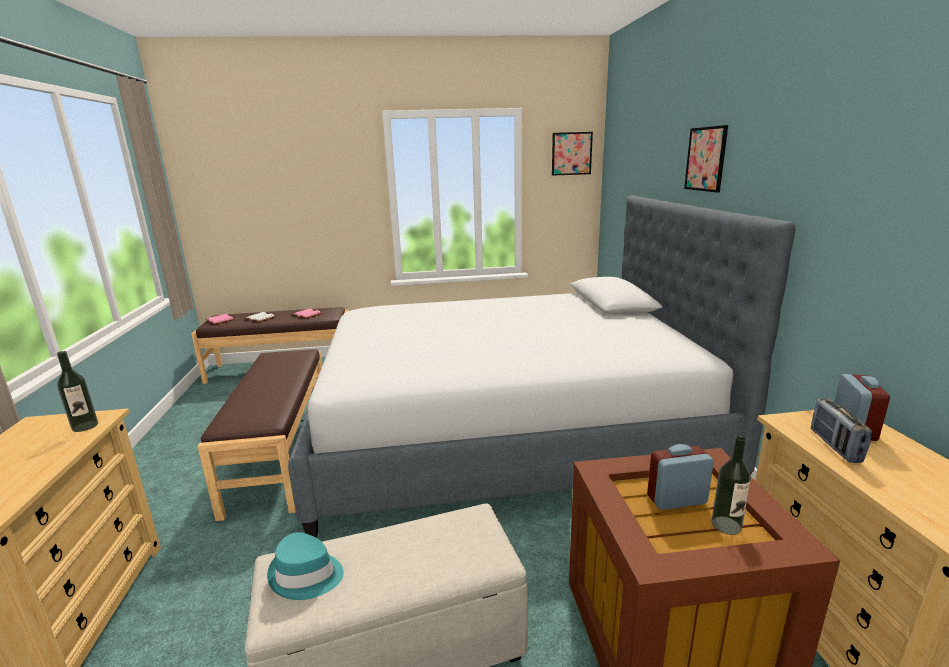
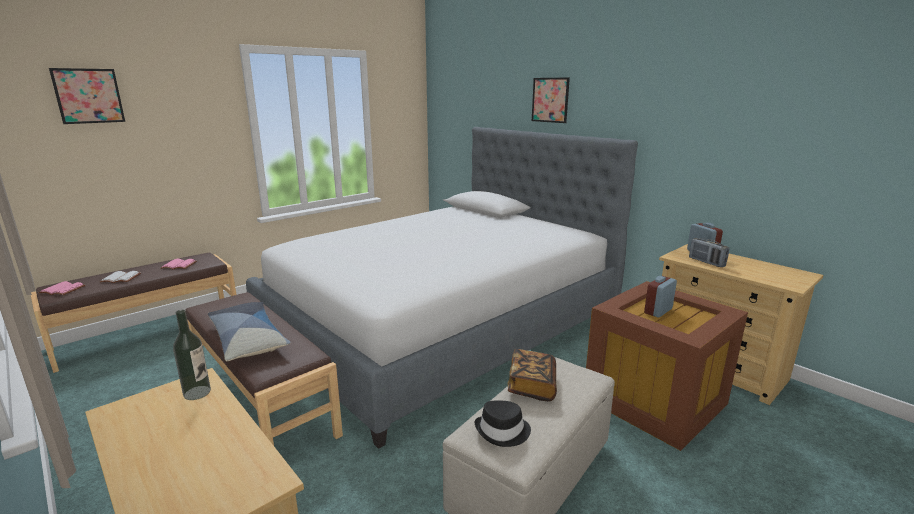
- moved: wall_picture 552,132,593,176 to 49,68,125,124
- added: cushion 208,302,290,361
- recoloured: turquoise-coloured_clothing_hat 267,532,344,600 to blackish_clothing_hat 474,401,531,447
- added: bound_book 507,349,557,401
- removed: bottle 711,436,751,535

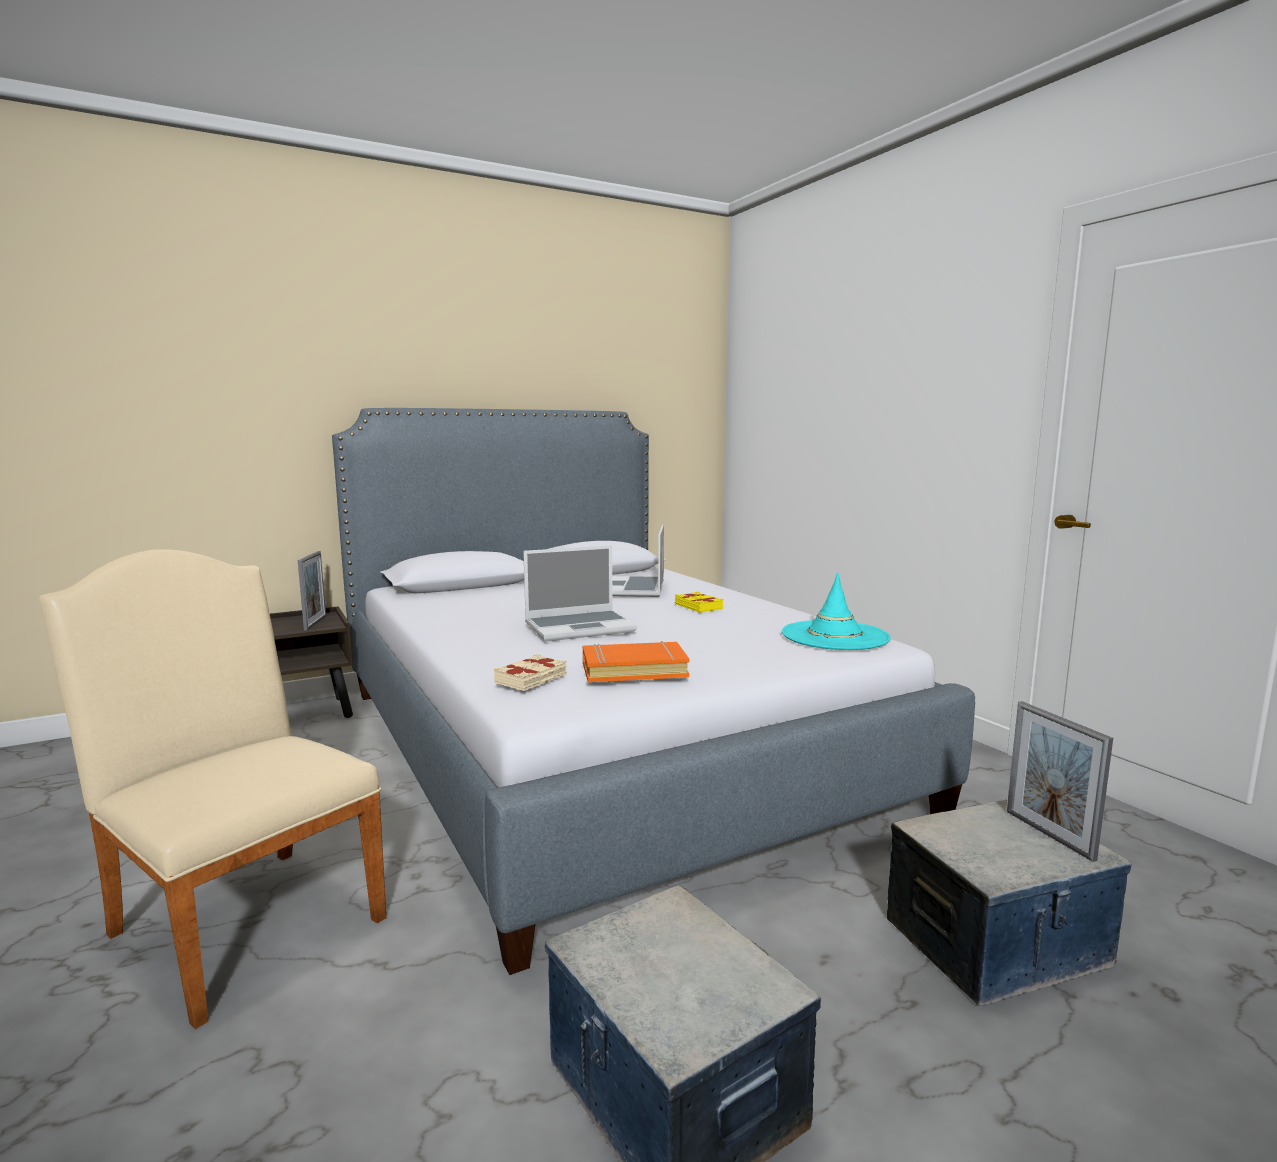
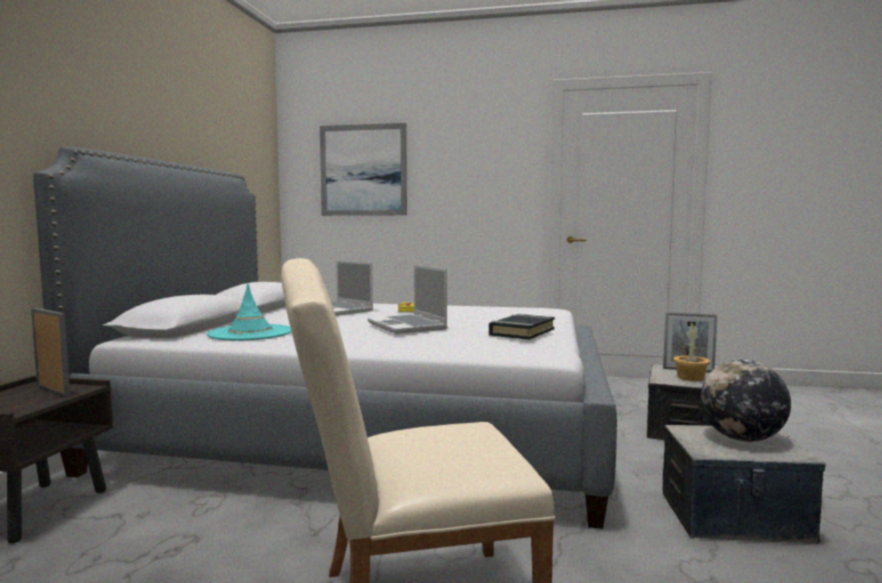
- moved: turquoise-coloured_clothing_hat 782,573,891,650 to 207,283,291,341
- added: wall_picture 320,123,407,216
- turned: laptop 523,545,637,641 = 368,265,448,334 135 degrees clockwise
- recoloured: orange-coloured_bound_book 583,641,690,682 to blackish_bound_book 489,314,555,340
- added: plant_in_a_pot 673,322,710,381
- added: desk_globe 701,360,791,442
- removed: beige-coloured_bound_book 494,654,567,691

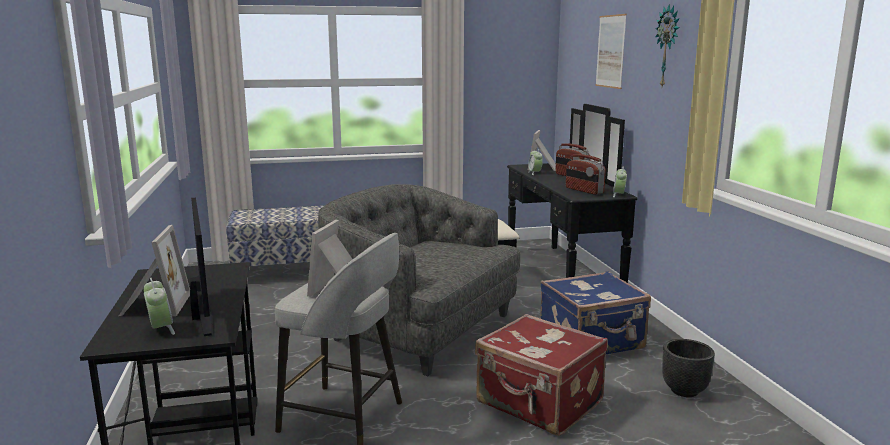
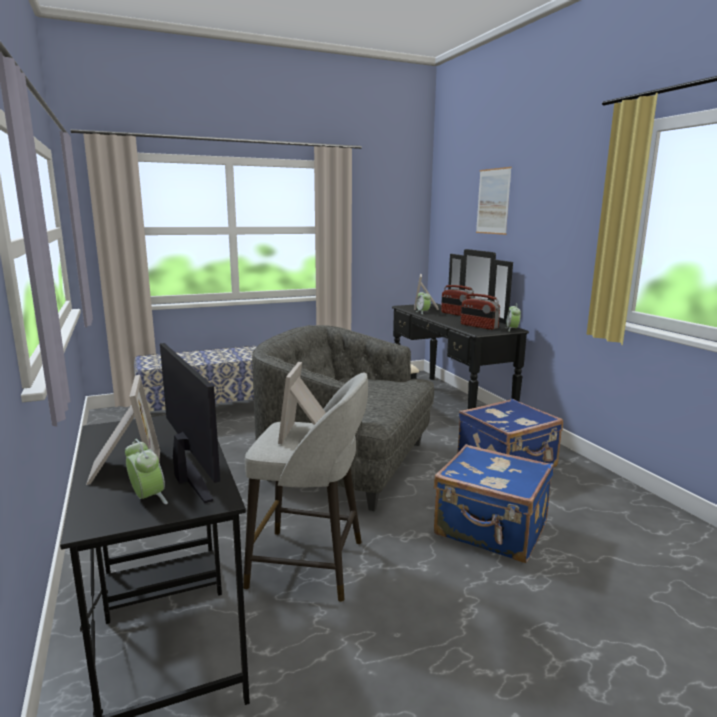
- recoloured: reddish_suitcase 475,314,608,436 to bluish_suitcase 434,444,554,563
- removed: hanging_clock 655,5,680,87
- removed: blackish_planter 662,339,715,397

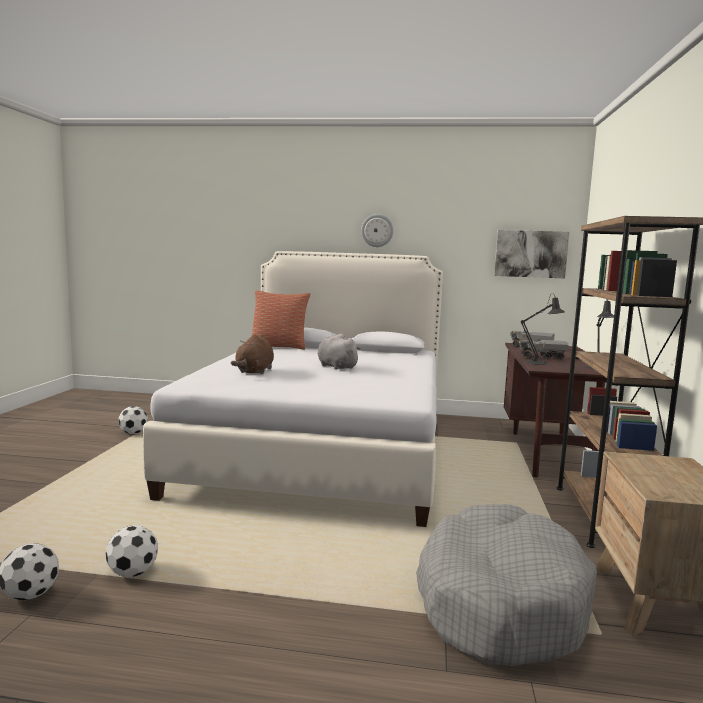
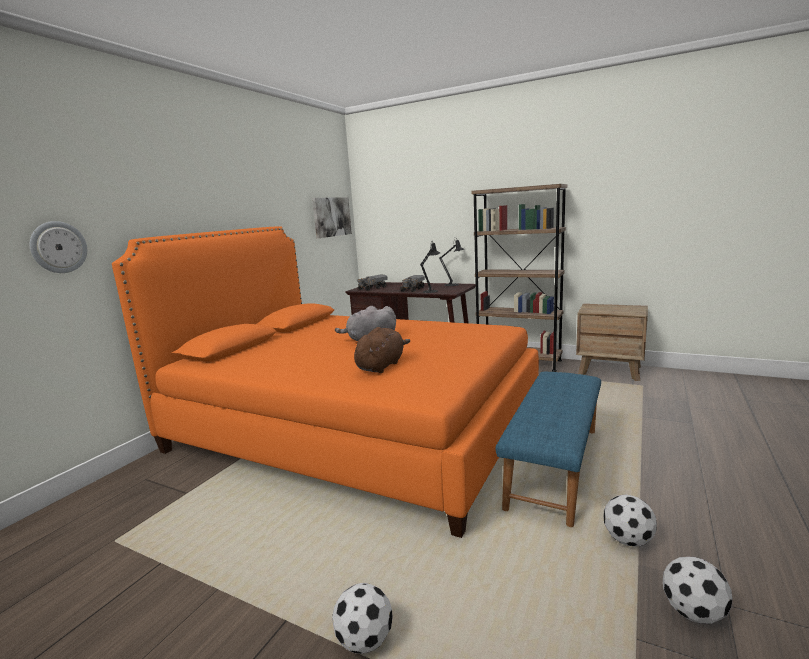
- moved: hanging_clock 361,214,394,247 to 30,221,87,273
- recoloured: whitish_bed 143,251,443,527 to orange-coloured_bed 112,226,539,538
- moved: football 118,406,148,434 to 332,583,393,654
- turned: brownish_plush_toy 231,334,274,374 = 354,327,410,373 90 degrees counterclockwise
- added: bluish_long_seat 496,372,601,527
- removed: cushion 252,291,310,350
- removed: gray_dog_cushion 416,504,597,666

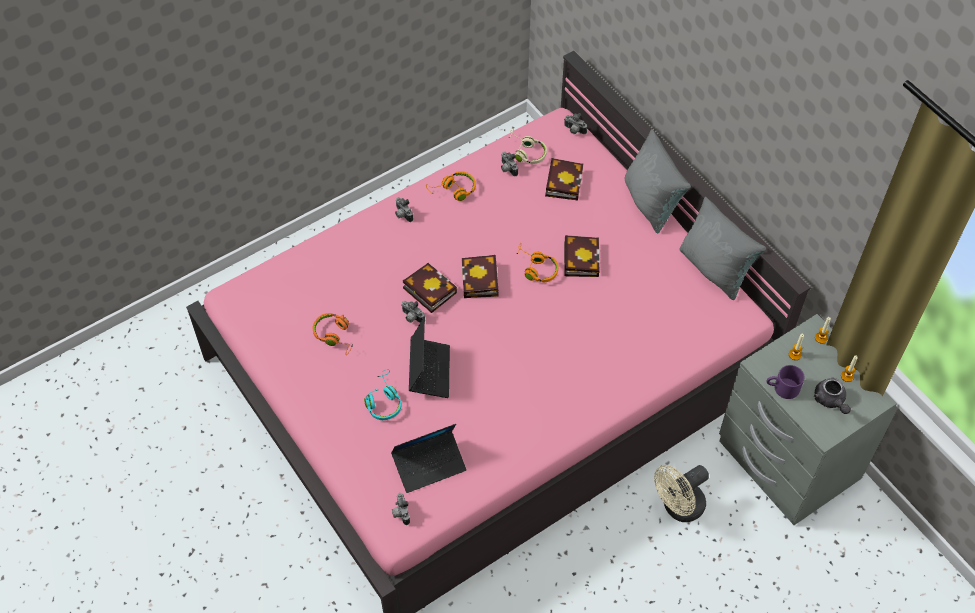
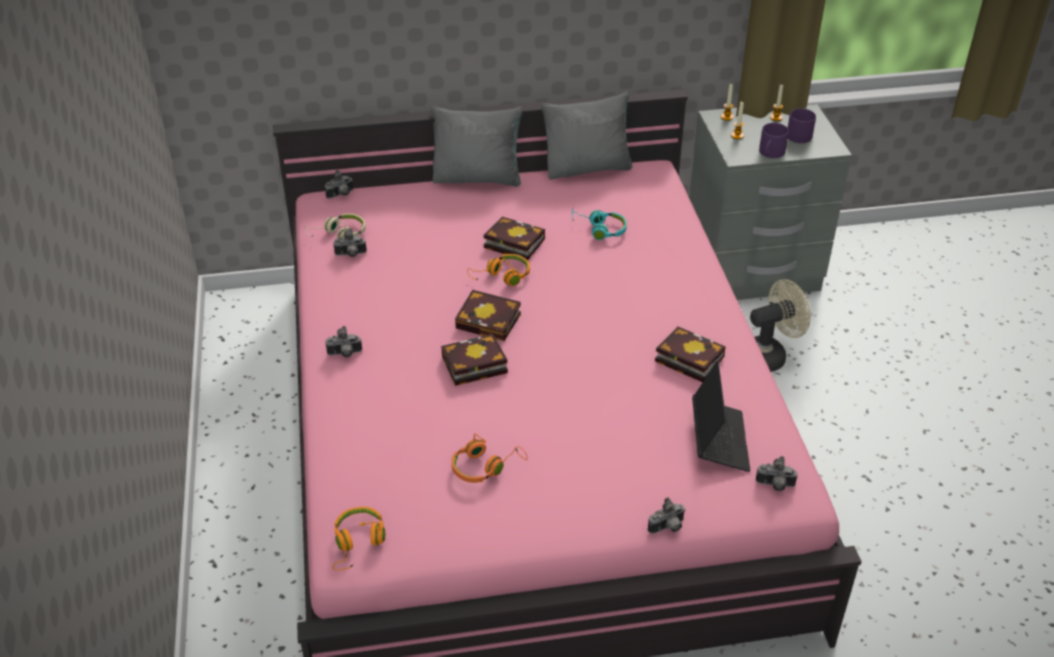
- moved: orange-coloured_headset 426,171,476,201 to 333,507,385,571
- moved: turquoise-coloured_headset 364,369,402,420 to 572,208,627,240
- moved: still_camera 401,301,425,323 to 648,497,686,534
- moved: bound_book 545,158,584,201 to 655,326,726,382
- turned: beige-coloured_fan 654,465,709,522 = 750,279,811,372 105 degrees counterclockwise
- replaced: gray_teapot 814,378,851,414 to purple_tea_mug 788,108,816,143
- removed: laptop 409,317,450,398

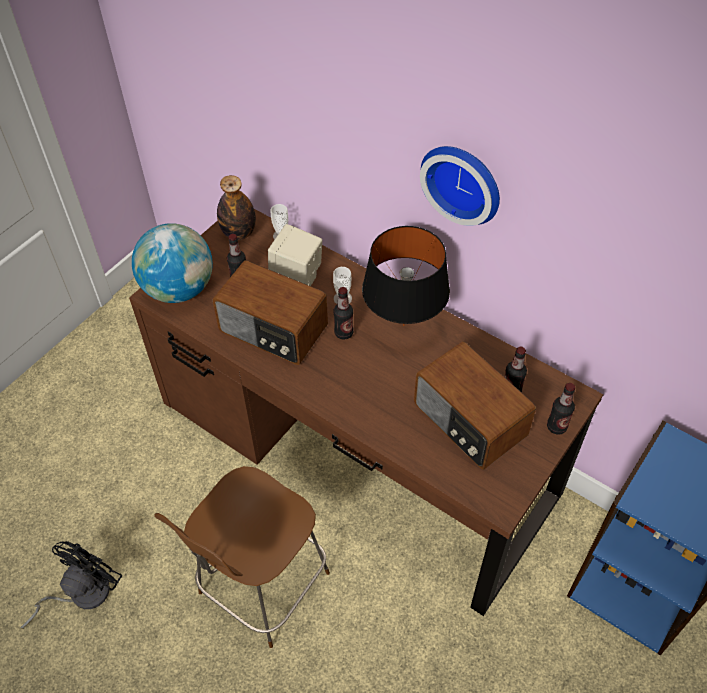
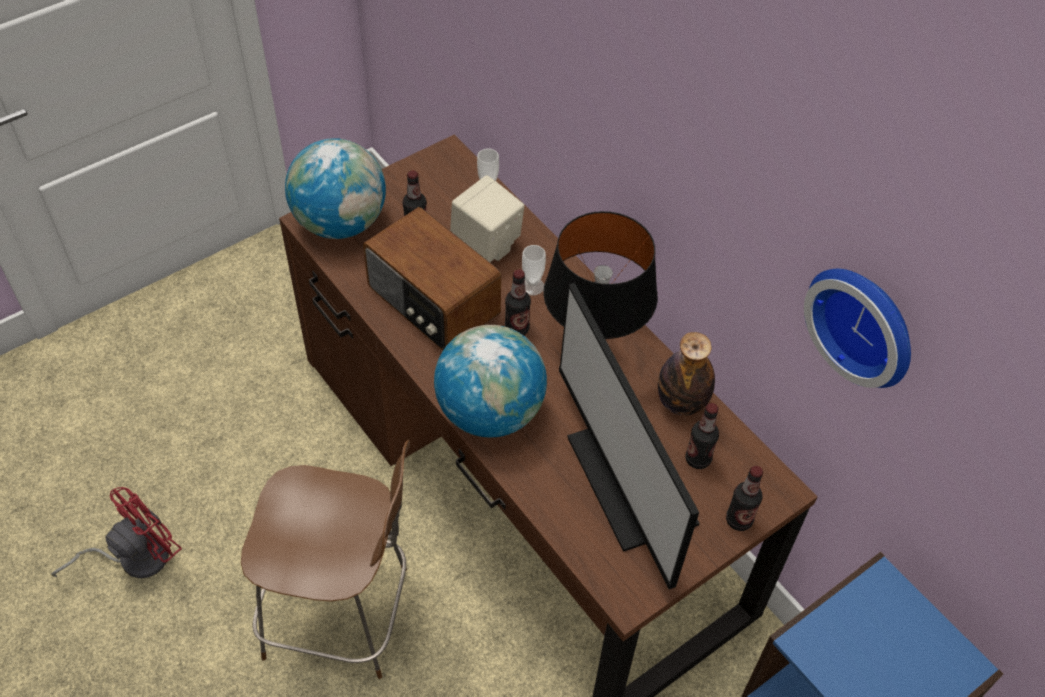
- recoloured: blackish_fan 21,541,122,629 to reddish_fan 51,487,182,578
- turned: brownish_upright_chair 154,466,330,648 = 241,440,410,679 135 degrees counterclockwise
- added: desk_globe 434,325,547,437
- replaced: radio_receiver 414,341,536,470 to computer_display 559,283,700,589
- moved: bottle 217,175,256,240 to 658,332,715,416
- moved: hanging_clock 420,146,500,226 to 804,269,911,388

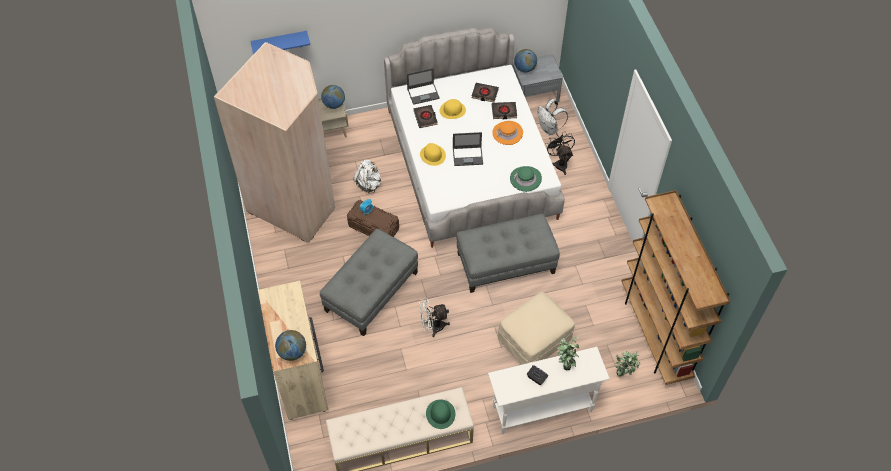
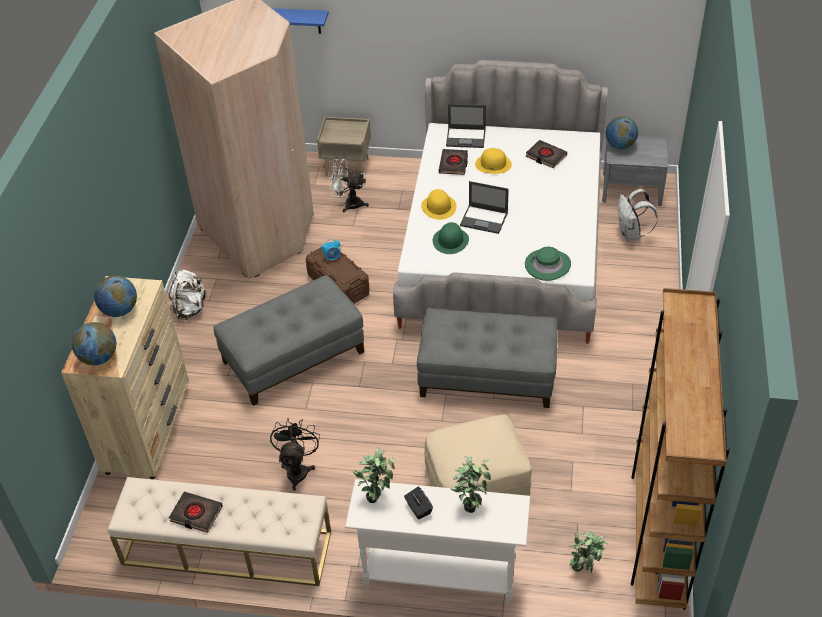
- moved: desk_globe 321,85,345,109 to 94,275,137,317
- moved: whitish_backpack 353,160,381,194 to 168,270,208,320
- moved: blackish_bound_book 492,102,517,119 to 169,492,223,533
- moved: blackish_fan 547,131,575,175 to 270,418,320,491
- moved: whitish_fan 419,298,450,337 to 329,159,369,213
- added: plant_in_a_pot 353,447,396,503
- moved: green_clothing_hat 426,399,455,429 to 433,222,469,254
- removed: orange-coloured_clothing_hat 492,121,523,145

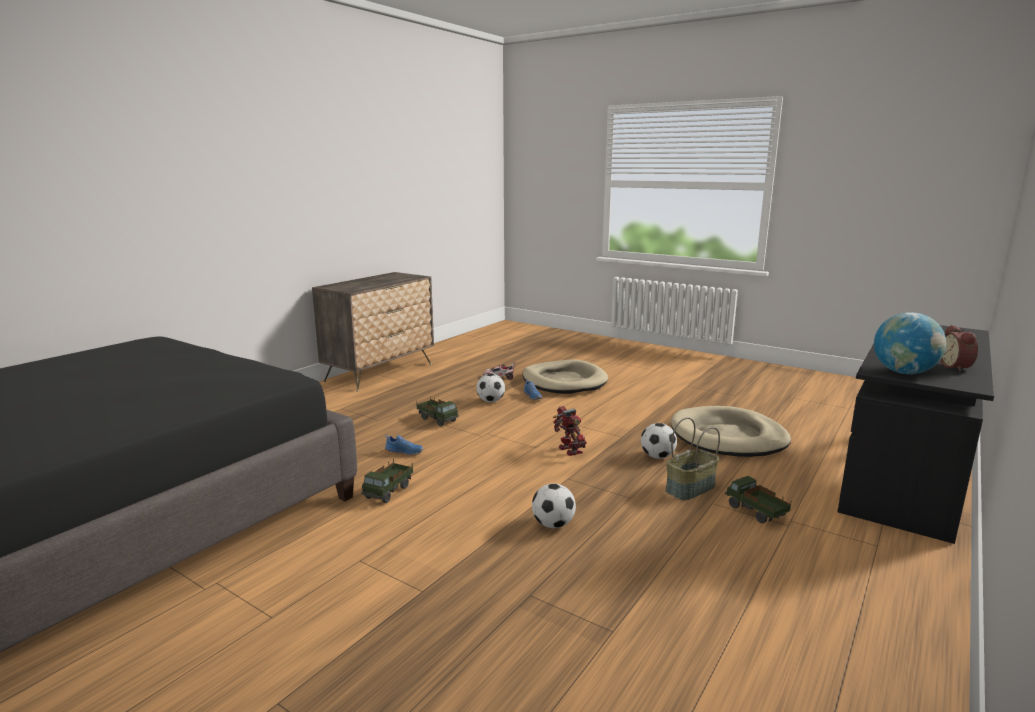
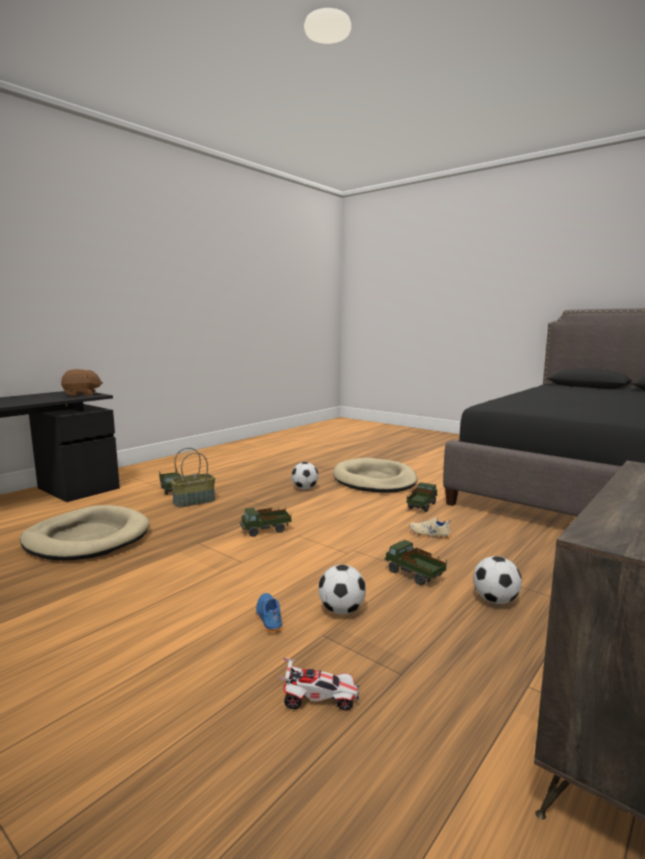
- replaced: desk_globe 874,312,946,374 to brownish_plush_toy 61,369,103,396
- replaced: toy_robot 553,406,587,456 to toy_lorry 240,506,291,537
- moved: beige-coloured_dog_cushion 522,359,608,394 to 333,458,417,493
- recoloured: bluish_item_of_footwear 384,435,424,457 to beige-coloured_item_of_footwear 409,517,451,539
- moved: football 641,423,677,459 to 473,556,522,604
- removed: table_clock 940,325,978,372

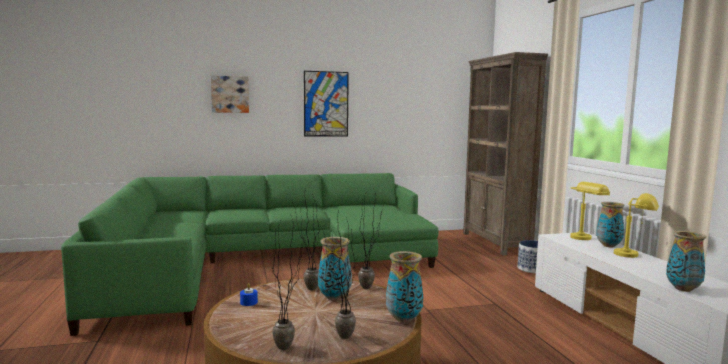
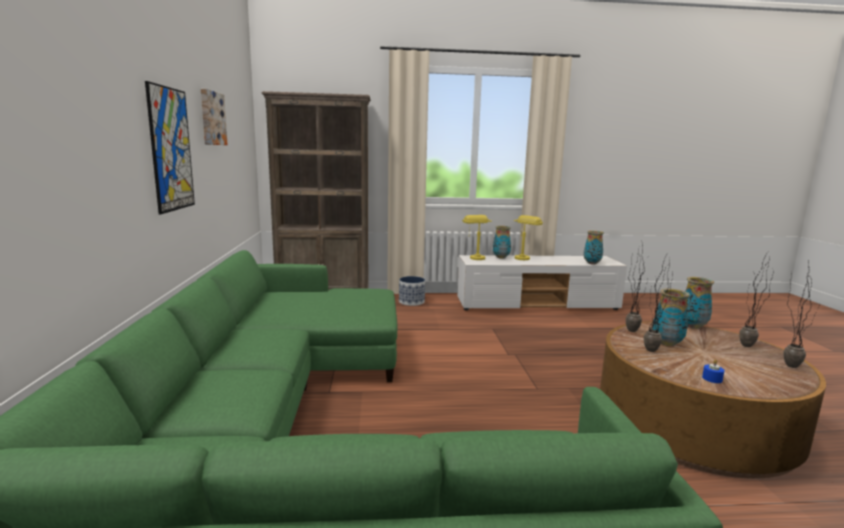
- moved: wall_picture 211,75,249,113 to 200,89,228,145

